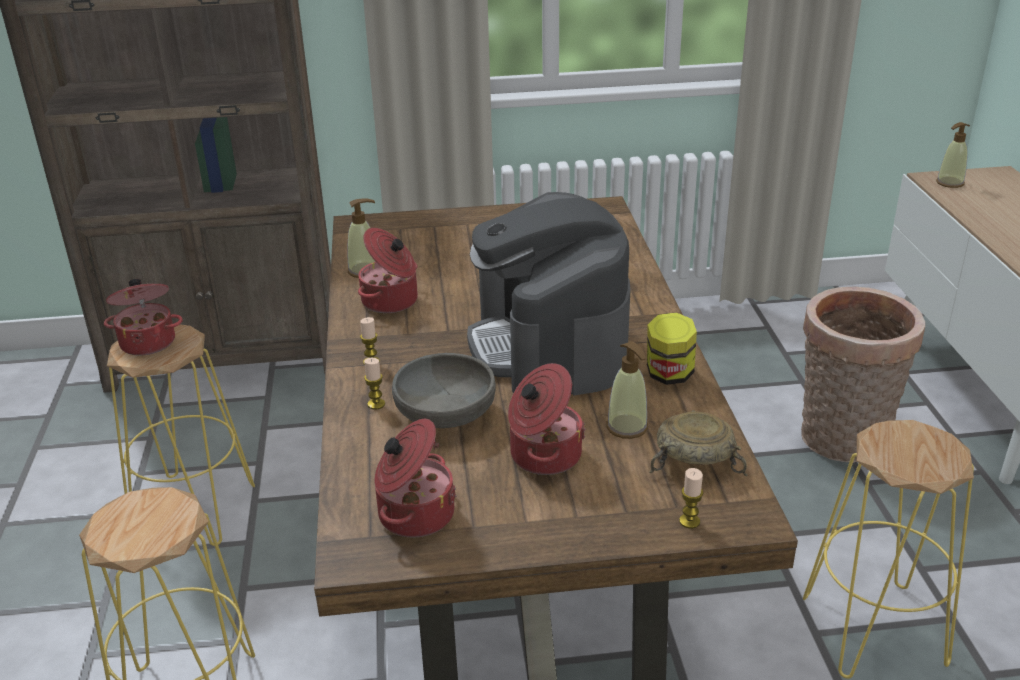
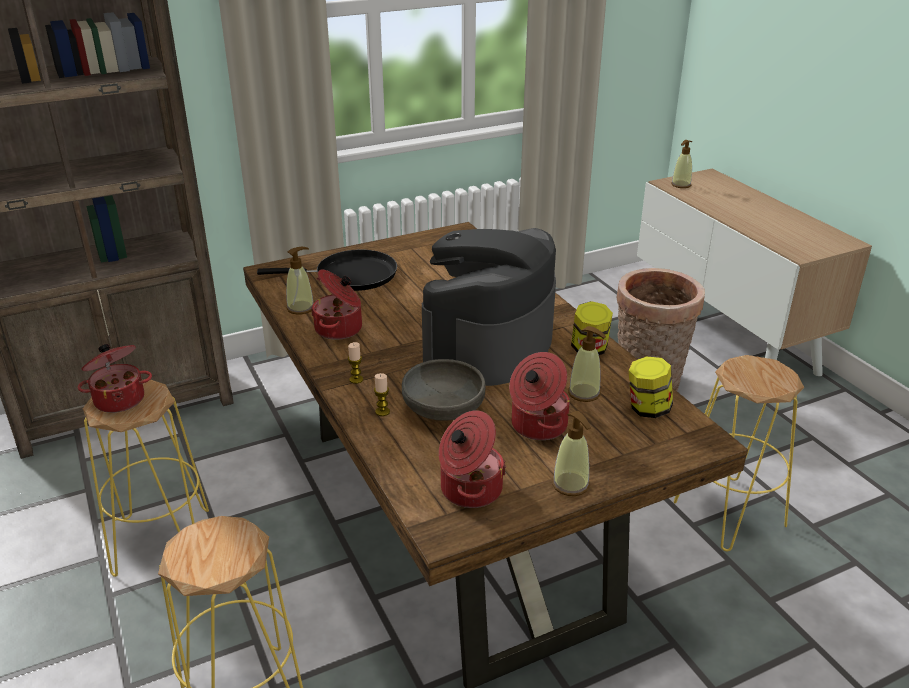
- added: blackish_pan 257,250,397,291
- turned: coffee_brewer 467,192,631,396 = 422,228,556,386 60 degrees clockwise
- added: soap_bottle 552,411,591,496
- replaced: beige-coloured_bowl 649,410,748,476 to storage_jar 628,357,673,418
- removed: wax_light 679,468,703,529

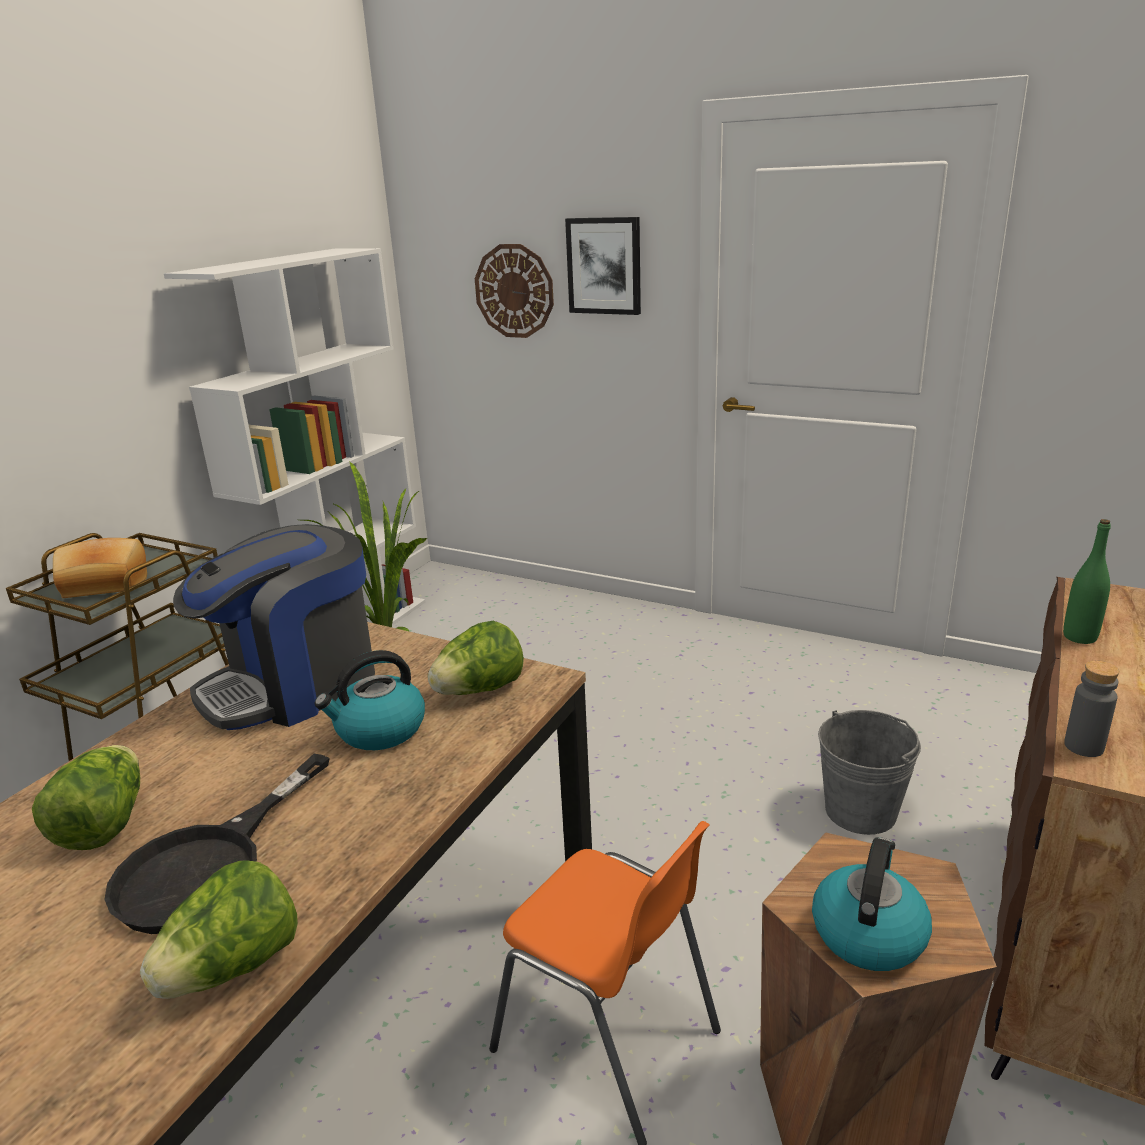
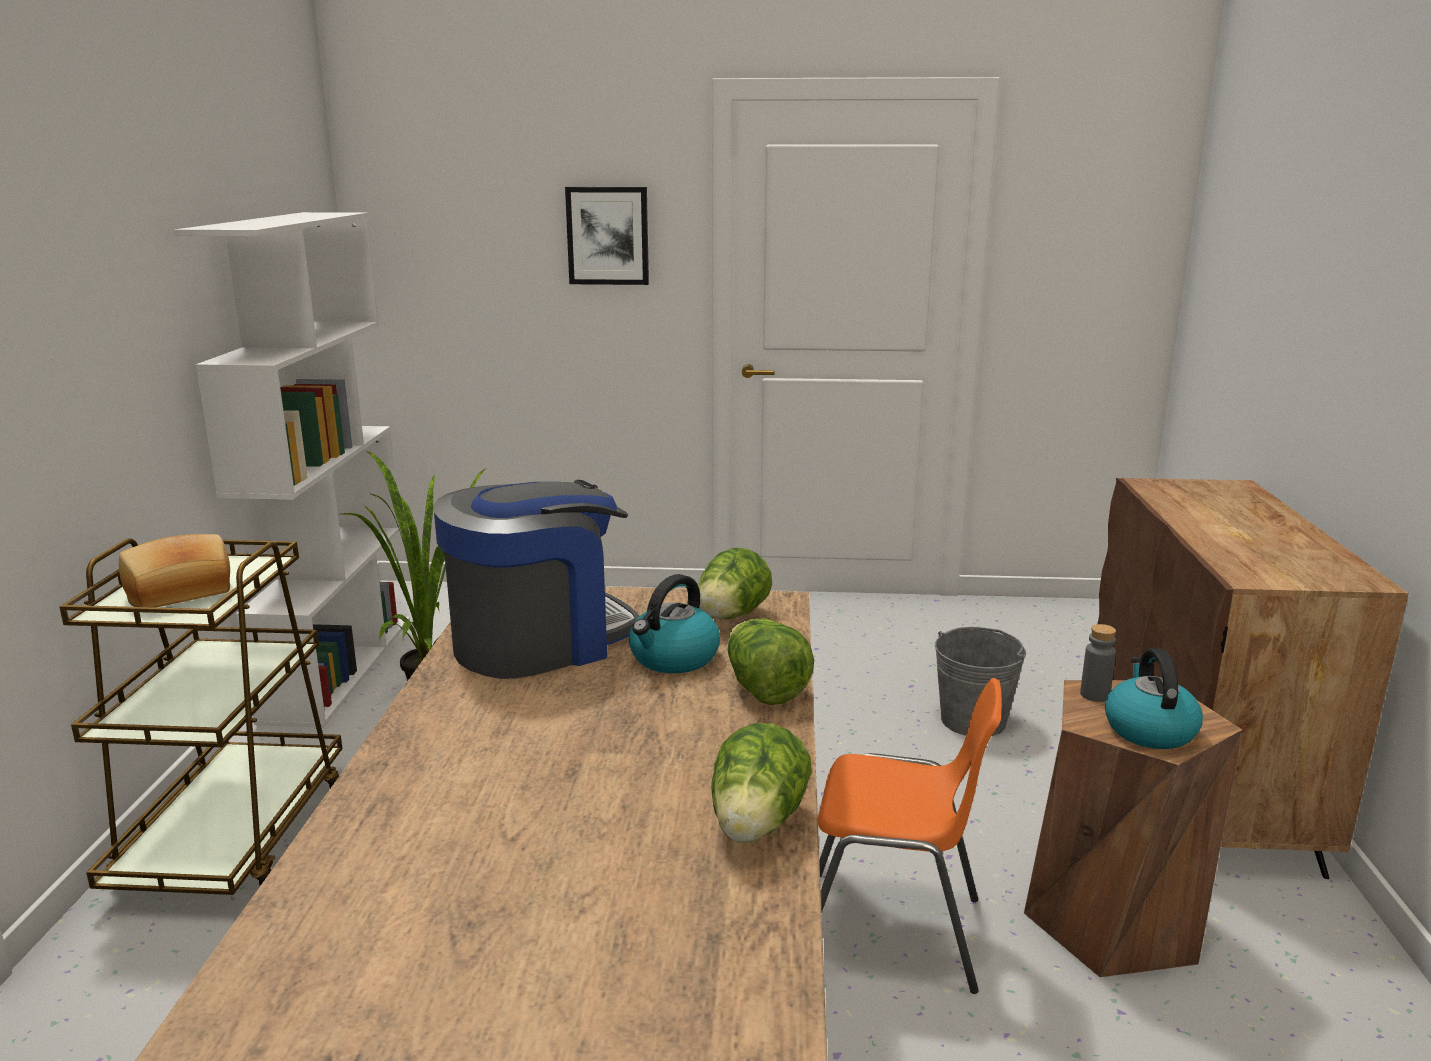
- turned: coffee_brewer 173,524,375,730 = 434,480,639,679 150 degrees counterclockwise
- moved: lettuce_head 32,745,140,850 to 728,618,814,705
- moved: gray_bottle 1064,661,1120,757 to 1080,624,1116,702
- removed: blackish_pan 104,754,330,934
- removed: hanging_clock 475,244,554,338
- removed: green_bottle 1063,519,1111,644

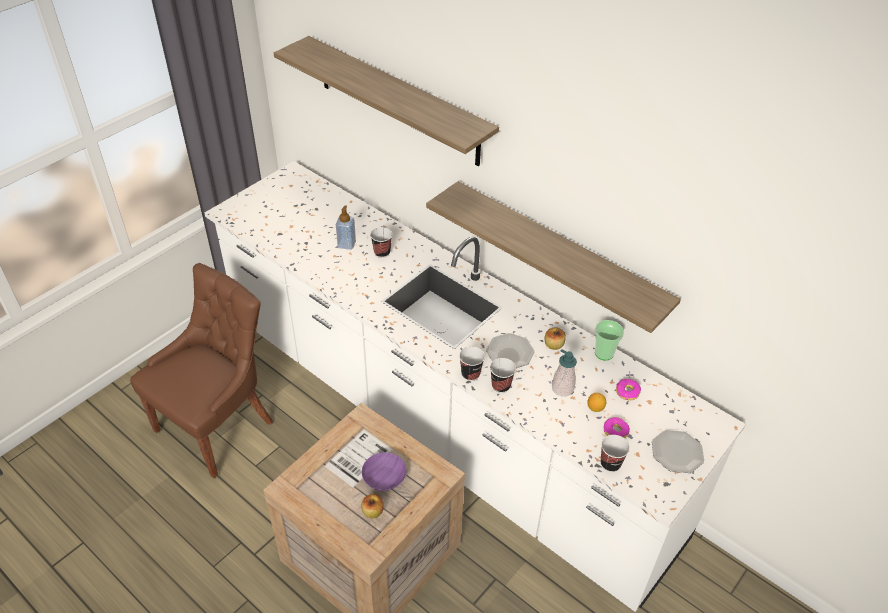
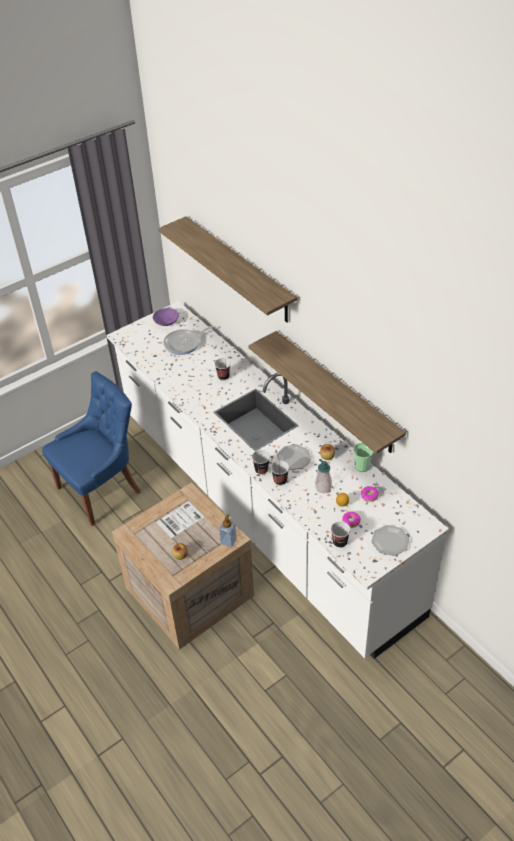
- recoloured: brownish_upright_chair 130,263,273,478 to bluish_upright_chair 42,371,141,526
- moved: purple_bowl 362,452,406,491 to 153,308,179,326
- added: pan 164,326,213,355
- moved: soap_bottle 336,205,356,250 to 219,514,237,547

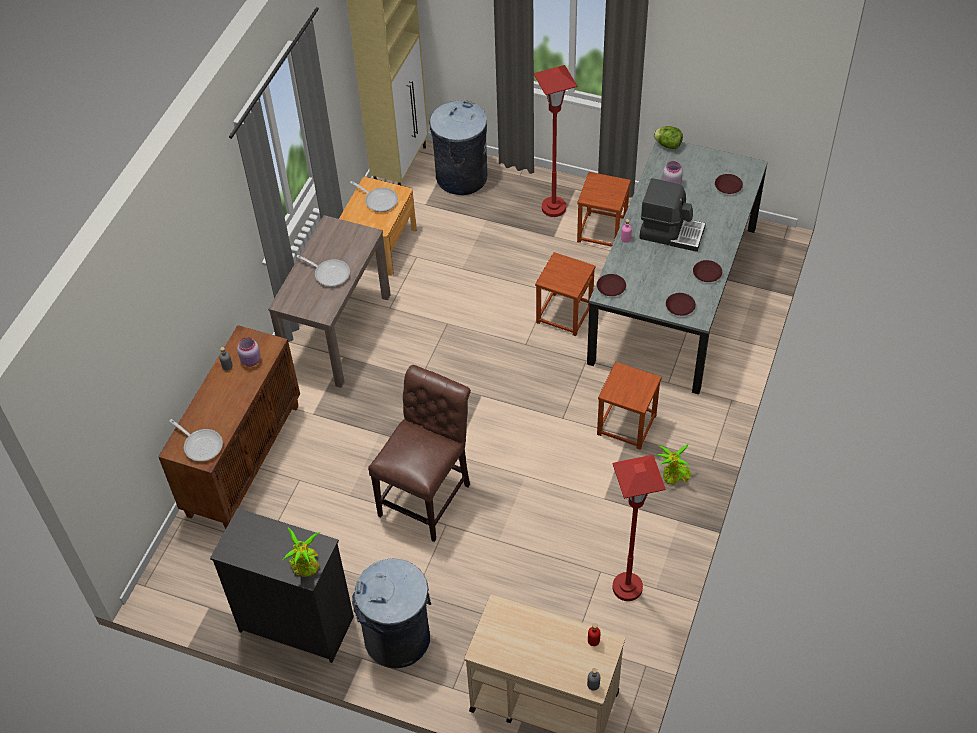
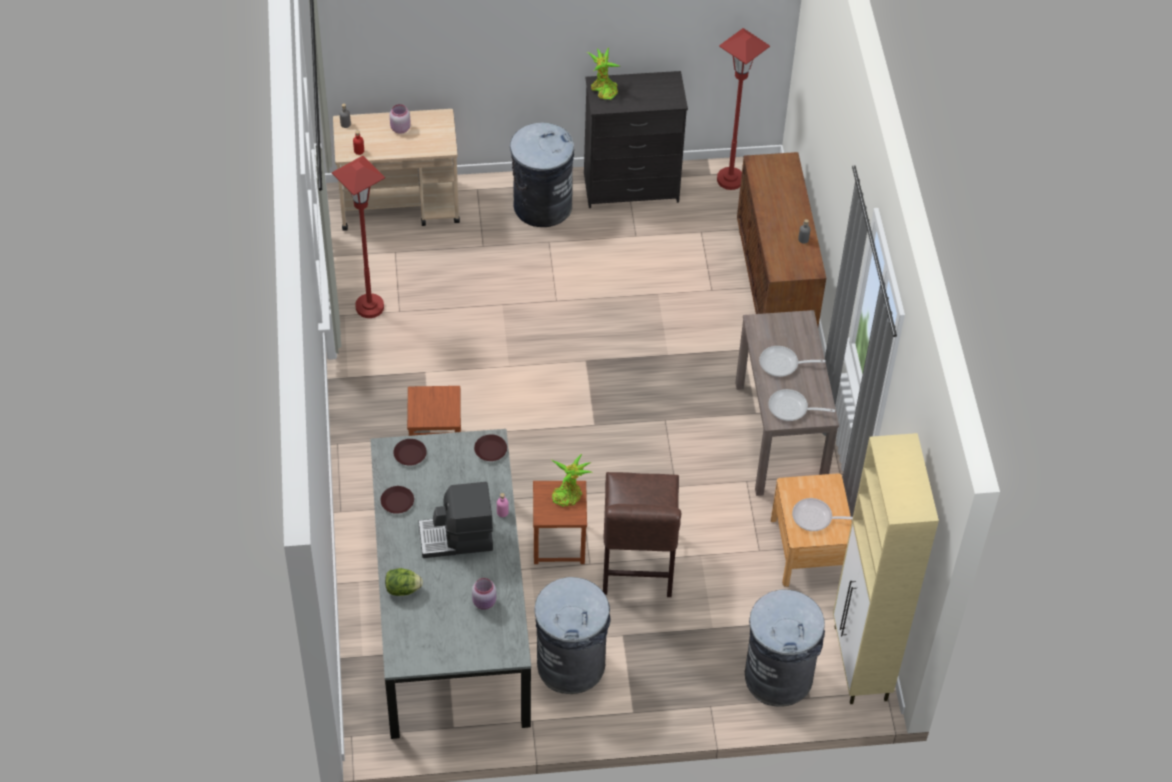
- moved: lettuce_head 653,126,683,149 to 385,568,423,596
- moved: pink-coloured_storage_jar 237,337,261,366 to 390,104,411,134
- replaced: brownish_stool_seat 577,172,631,247 to gray_trash_can 534,577,610,694
- moved: plant_in_a_pot 655,443,691,485 to 552,454,593,507
- moved: brownish_upright_chair 368,365,471,542 to 603,472,681,597
- moved: reddish_floor_lamp 533,65,578,217 to 717,28,770,190
- moved: pan 169,419,223,461 to 768,389,835,421
- removed: brownish_flat_dish 715,174,743,194

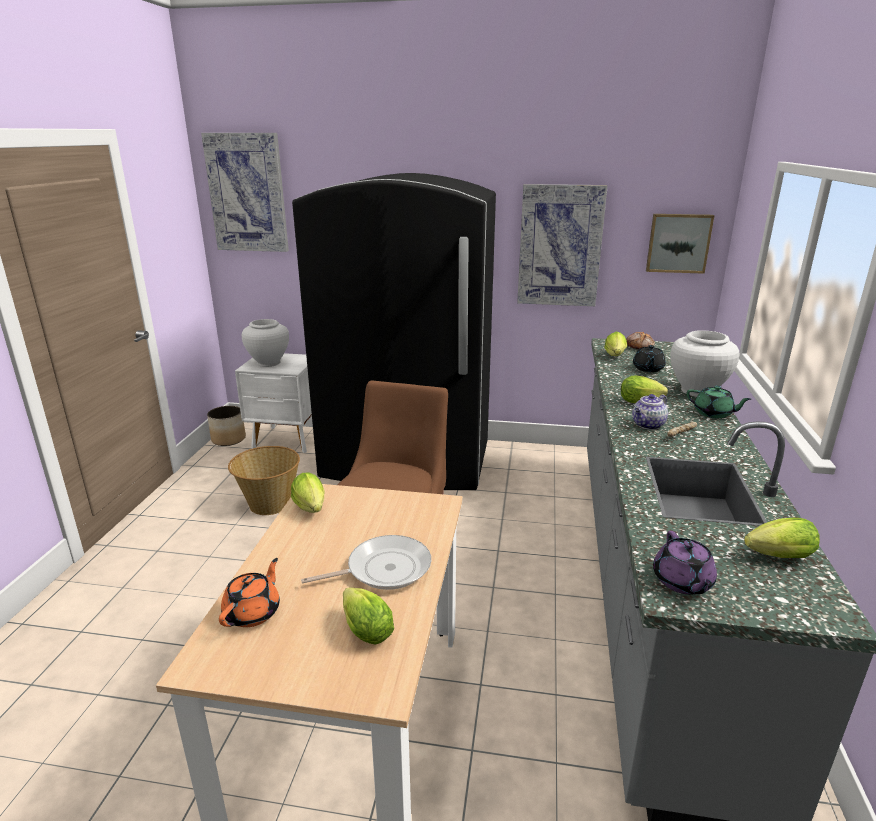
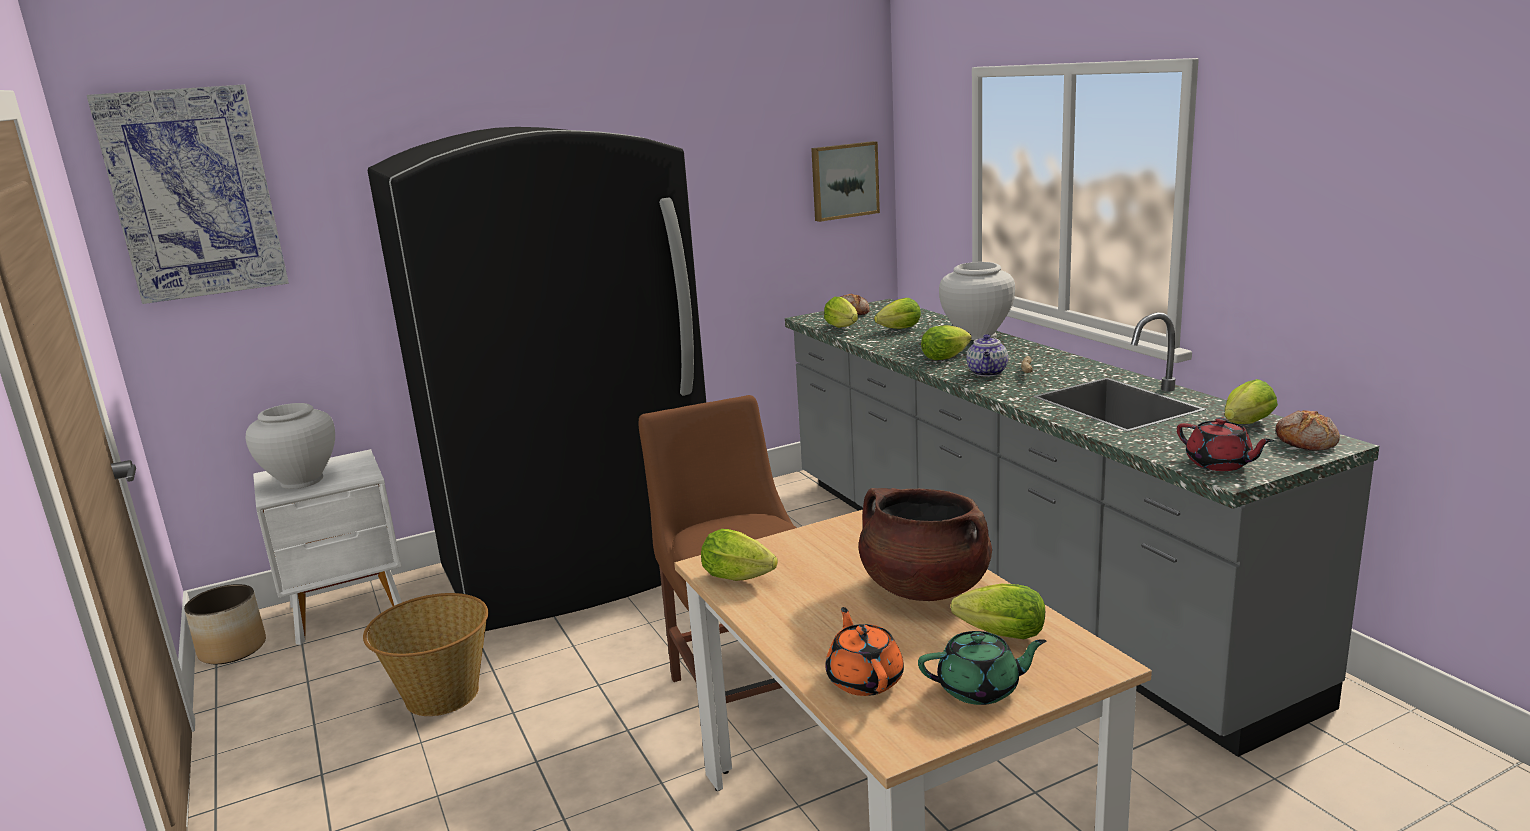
- replaced: pan 301,535,431,590 to brownish_stockpot 859,488,992,601
- replaced: blackish_teapot 633,345,666,372 to lettuce_head 874,298,921,329
- moved: green_teapot 687,386,751,418 to 918,631,1046,705
- recoloured: purple_teapot 653,531,717,595 to reddish_teapot 1177,417,1274,471
- added: bakery_bread 1276,410,1340,451
- removed: wall_picture 517,184,608,306

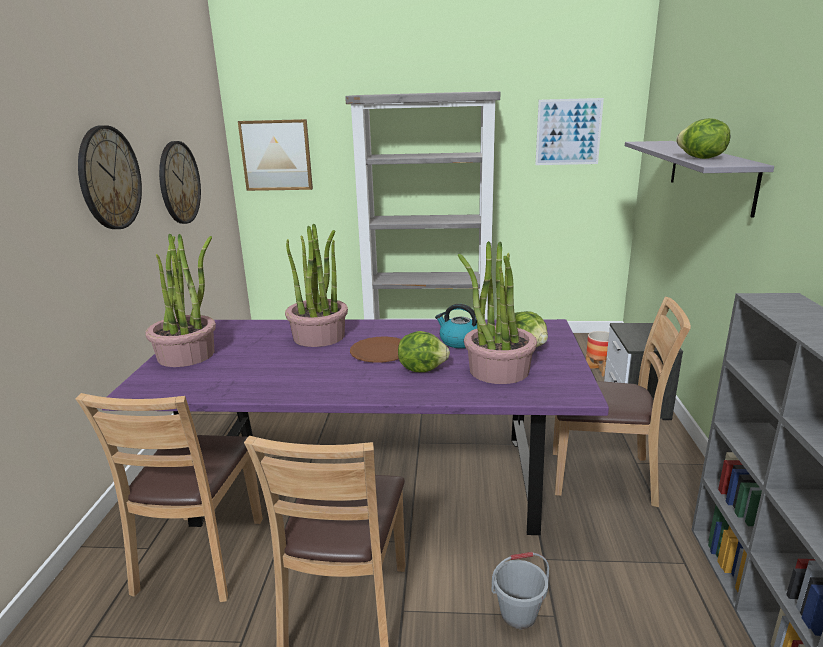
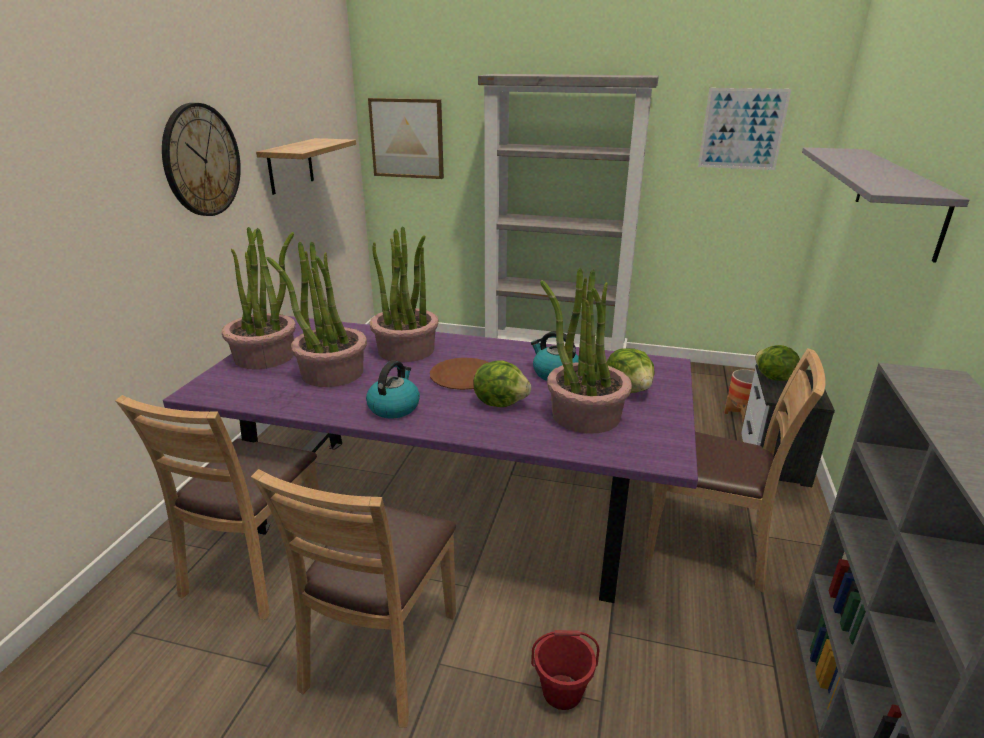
- replaced: hanging_clock 159,141,201,224 to wall_shelf 256,138,356,195
- added: plant_in_a_pot 266,242,367,387
- added: water_kettle 366,360,420,418
- recoloured: gray_bucket 492,552,549,629 to reddish_bucket 531,630,600,710
- moved: lettuce_head 676,118,730,159 to 755,345,800,381

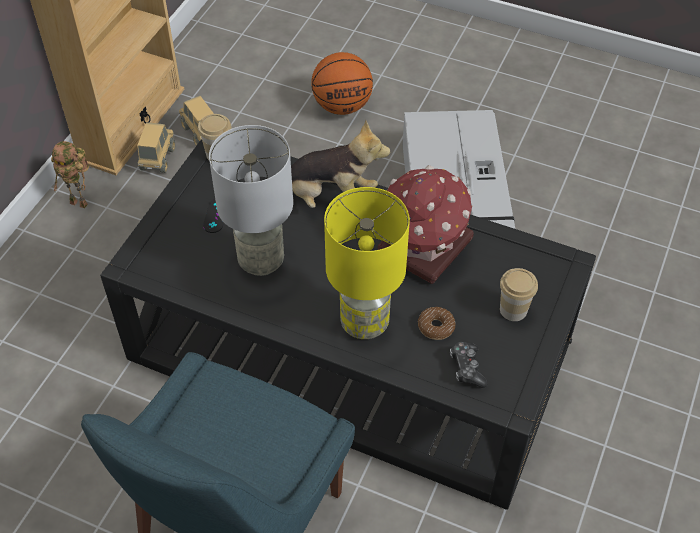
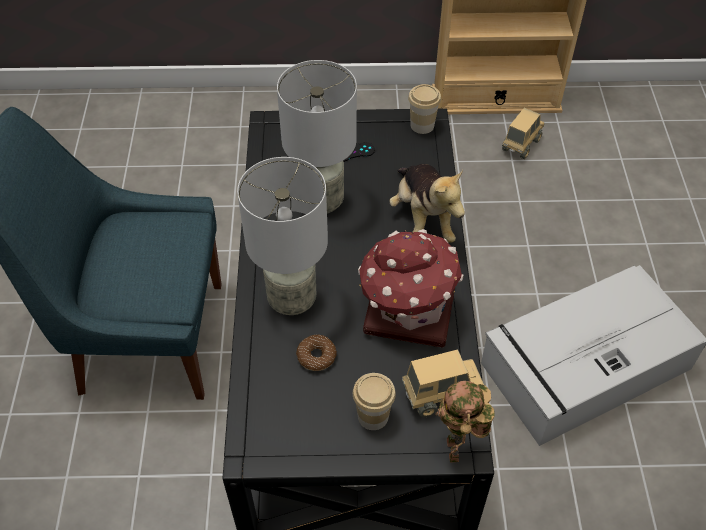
- recoloured: yellowish_tabletop_lamp 324,187,410,339 to gray_tabletop_lamp 237,157,328,315
- moved: toy_lorry 137,122,175,173 to 402,350,484,417
- moved: toy_robot 51,141,89,208 to 435,381,495,463
- removed: basketball_ball 311,52,373,115
- removed: joypad 450,342,488,388

